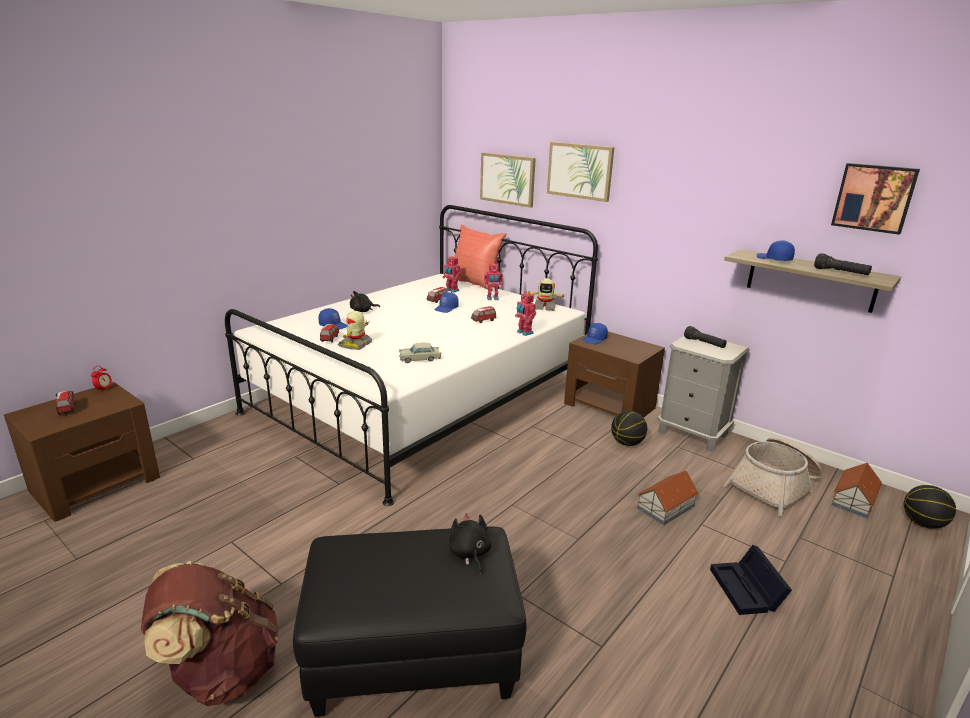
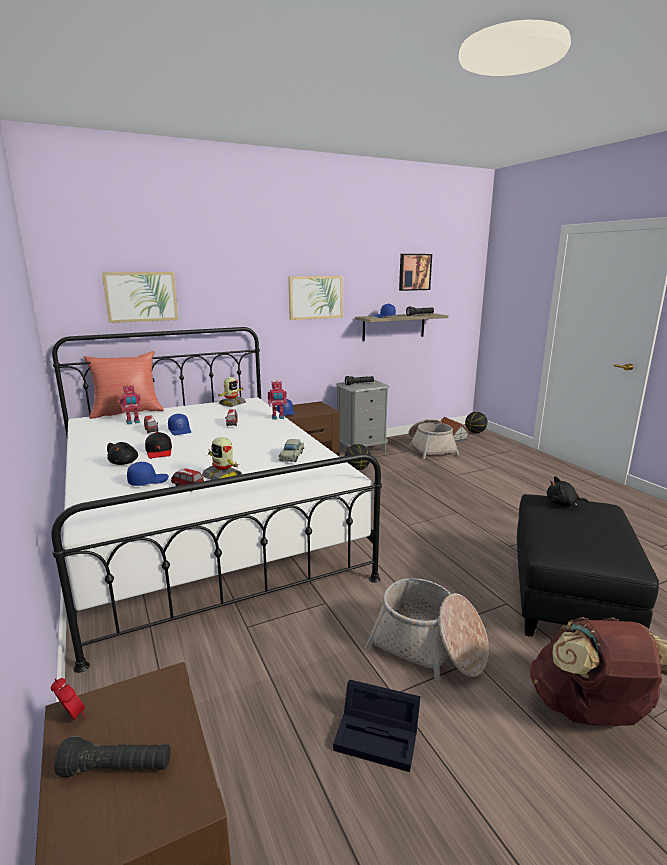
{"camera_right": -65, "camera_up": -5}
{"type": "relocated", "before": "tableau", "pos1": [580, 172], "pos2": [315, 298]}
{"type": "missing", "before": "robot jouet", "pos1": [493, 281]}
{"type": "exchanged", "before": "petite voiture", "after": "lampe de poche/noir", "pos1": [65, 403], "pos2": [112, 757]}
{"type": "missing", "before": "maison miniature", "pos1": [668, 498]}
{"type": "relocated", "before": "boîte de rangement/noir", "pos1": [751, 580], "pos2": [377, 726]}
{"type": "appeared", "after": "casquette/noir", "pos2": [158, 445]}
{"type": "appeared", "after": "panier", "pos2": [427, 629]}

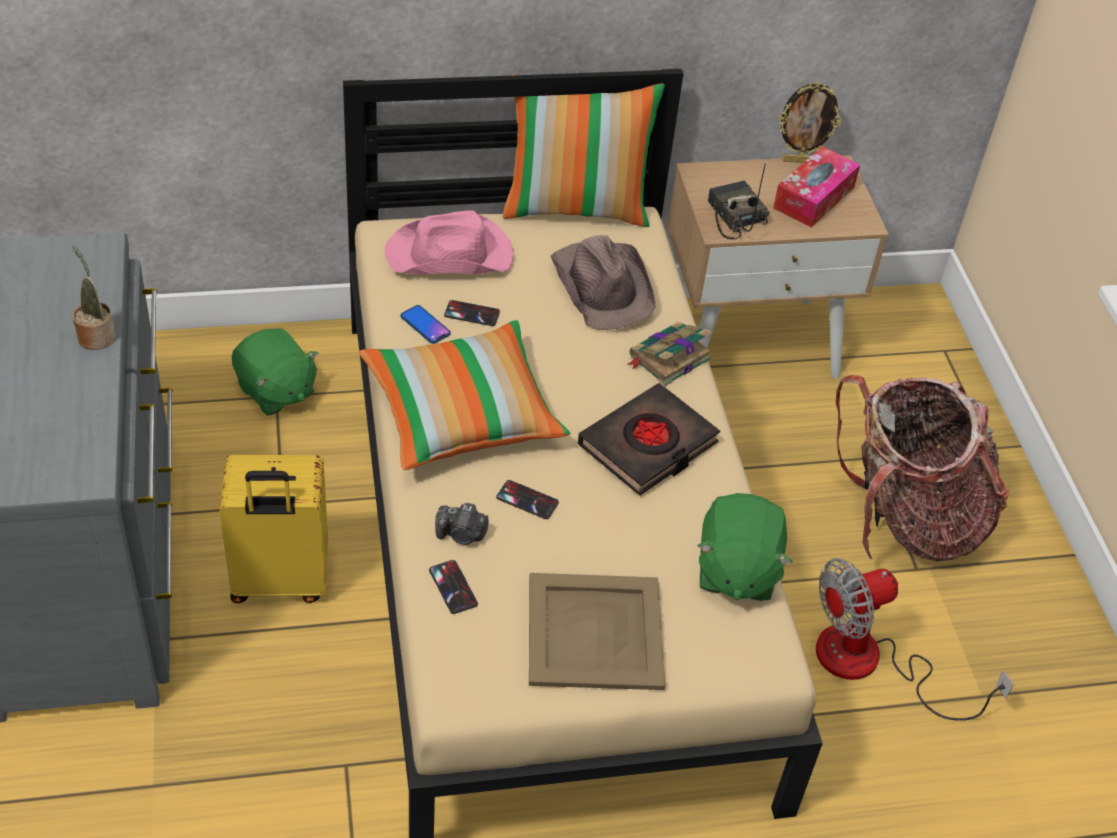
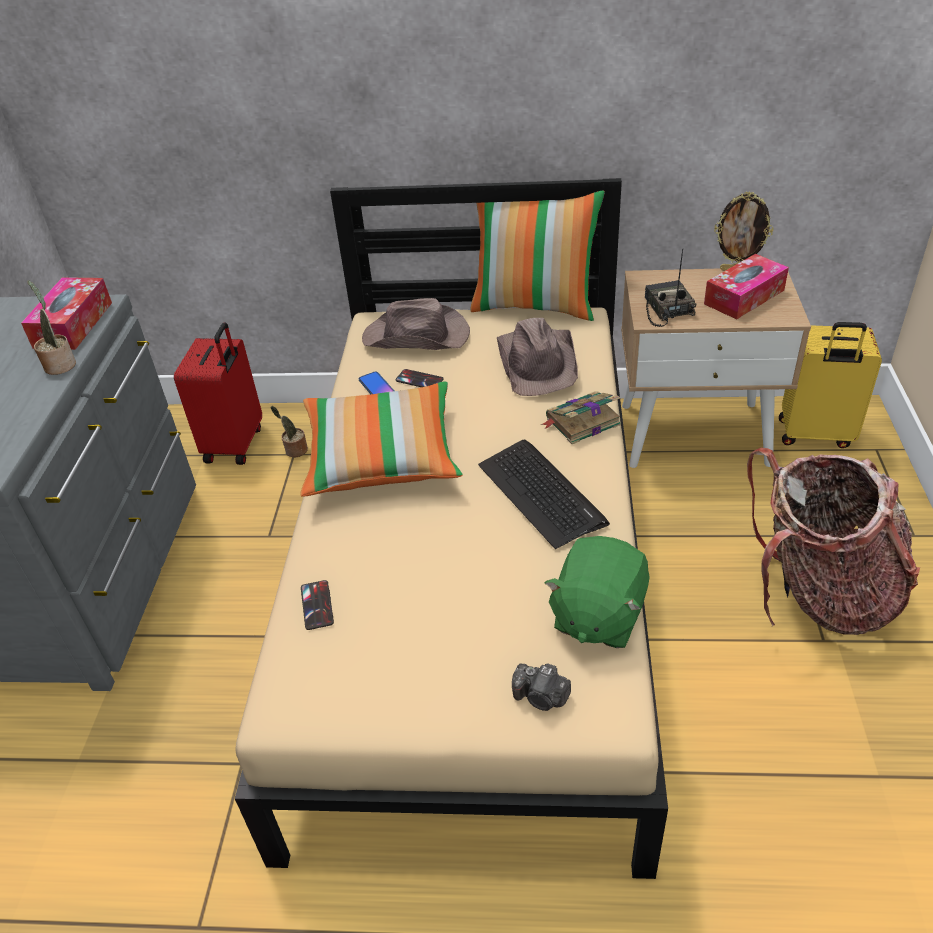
{"camera_right": 20, "camera_up": -5}
{"type": "colour", "before": "chapeau/rose", "after": "chapeau/marron", "pos1": [449, 242], "pos2": [416, 324]}
{"type": "exchanged", "before": "peluche/vert", "after": "plante en pot", "pos1": [275, 372], "pos2": [289, 431]}
{"type": "exchanged", "before": "livre/noir", "after": "clavier", "pos1": [649, 439], "pos2": [544, 494]}
{"type": "relocated", "before": "valise/jaune", "pos1": [274, 529], "pos2": [830, 385]}
{"type": "missing", "before": "téléphone", "pos1": [527, 499]}
{"type": "relocated", "before": "appareil photo", "pos1": [461, 524], "pos2": [541, 687]}
{"type": "missing", "before": "ventilateur", "pos1": [915, 639]}
{"type": "missing", "before": "plateau/beige", "pos1": [597, 631]}
{"type": "appeared", "after": "boîte à mouchoirs", "pos2": [66, 313]}
{"type": "appeared", "after": "valise/rouge", "pos2": [218, 393]}

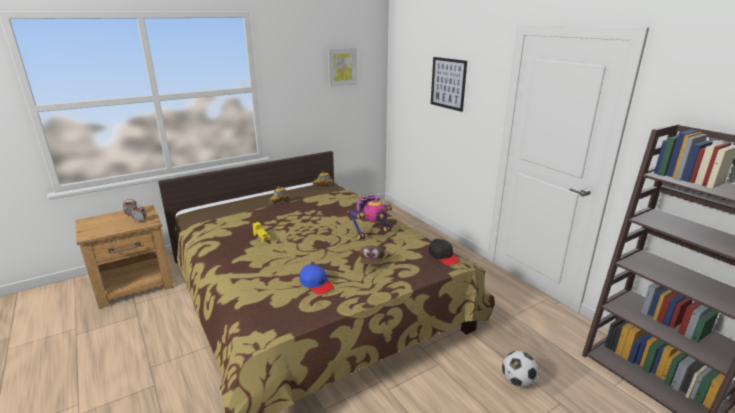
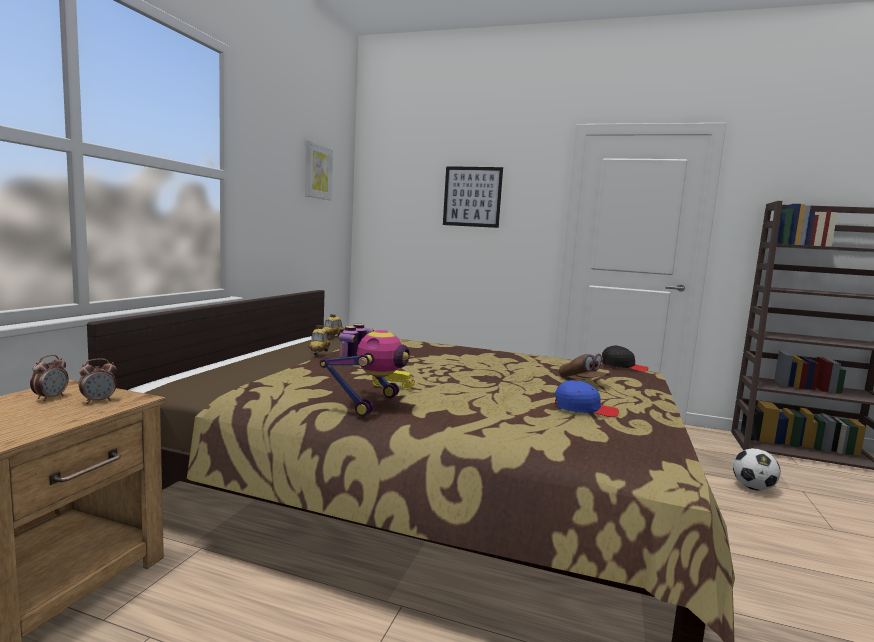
{"camera_right": -40, "camera_up": -15}
{"type": "relocated", "before": "robot jouet", "pos1": [370, 217], "pos2": [365, 370]}

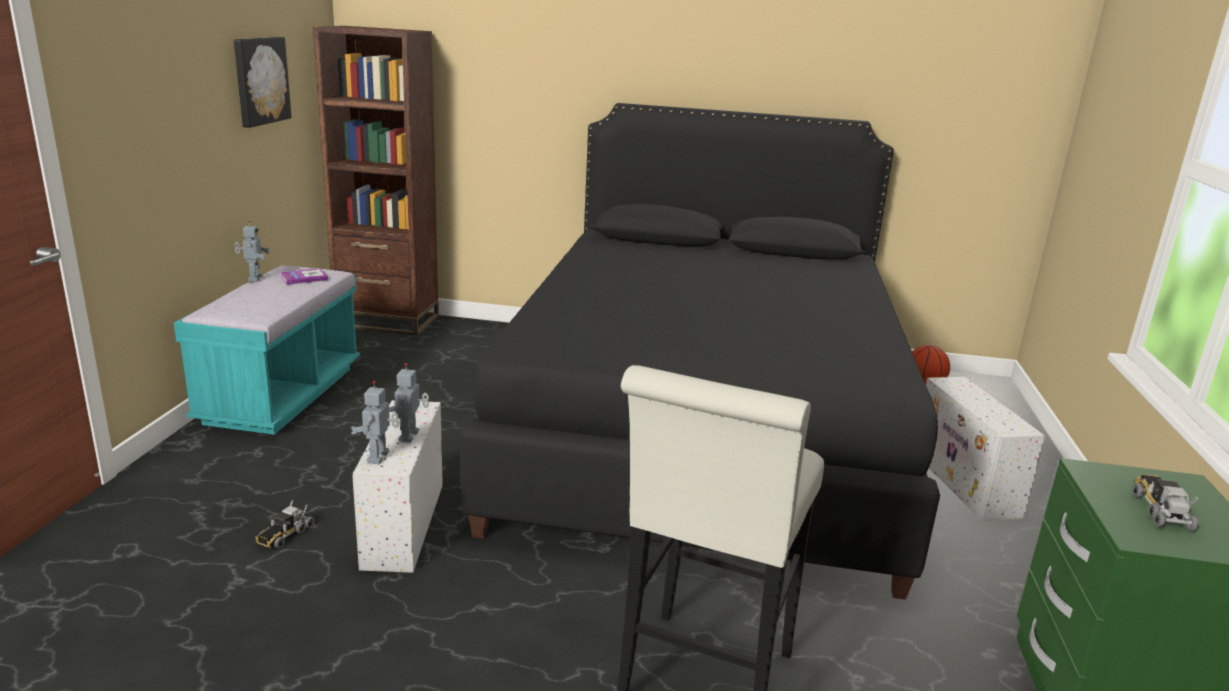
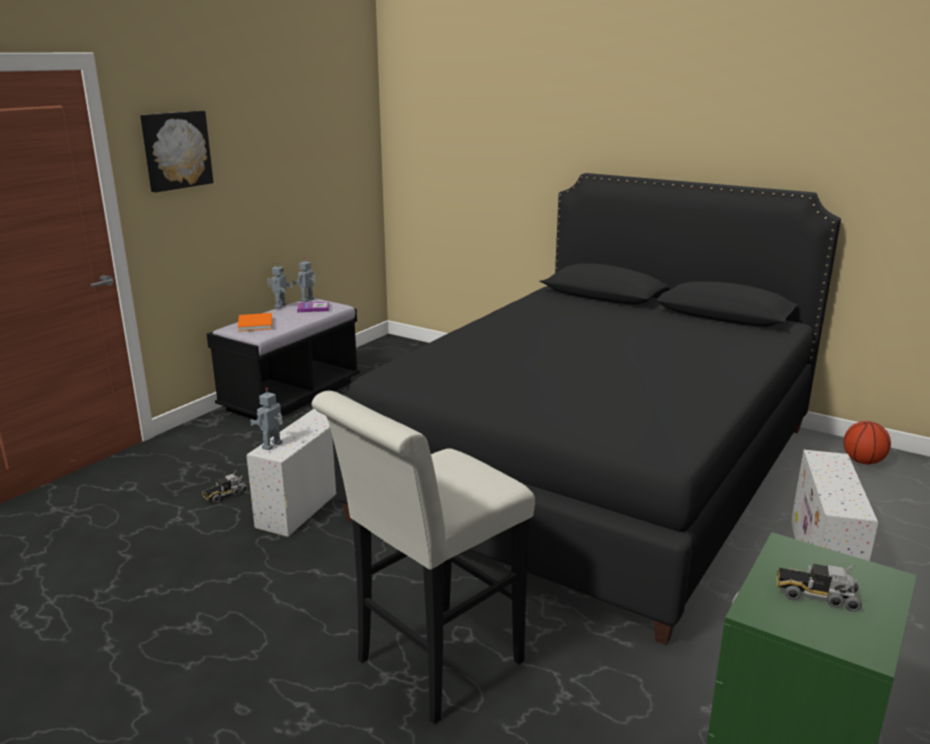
{"camera_right": 25, "camera_up": 0}
{"type": "missing", "before": "bibliothèque/marron", "pos1": [376, 181]}
{"type": "relocated", "before": "tableau", "pos1": [263, 82], "pos2": [177, 151]}
{"type": "colour", "before": "banc/turquoise", "after": "banc/noir", "pos1": [267, 350], "pos2": [283, 359]}
{"type": "relocated", "before": "robot jouet", "pos1": [409, 403], "pos2": [304, 279]}
{"type": "spun", "before": "camion jouet", "pos1": [1166, 503], "pos2": [819, 587], "turn": -105}
{"type": "appeared", "after": "livre/orange", "pos2": [255, 322]}

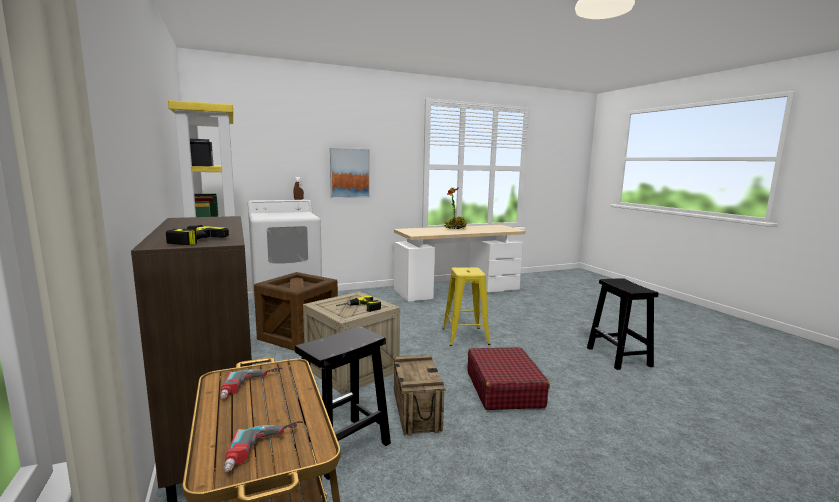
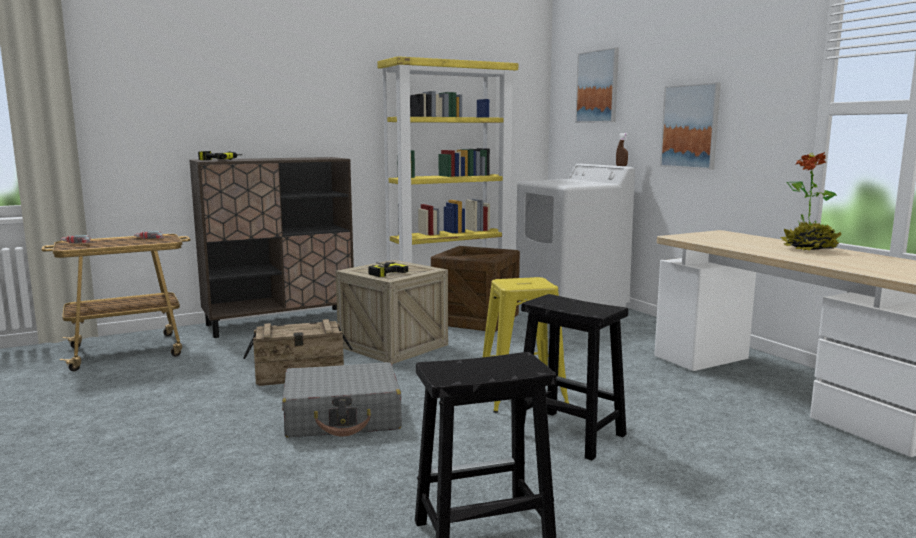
{"camera_right": 85, "camera_up": 0}
{"type": "relocated", "before": "tabouret/noir", "pos1": [343, 403], "pos2": [574, 377]}
{"type": "colour", "before": "valise/rouge", "after": "valise/gris", "pos1": [509, 378], "pos2": [342, 400]}
{"type": "appeared", "after": "tableau", "pos2": [597, 85]}

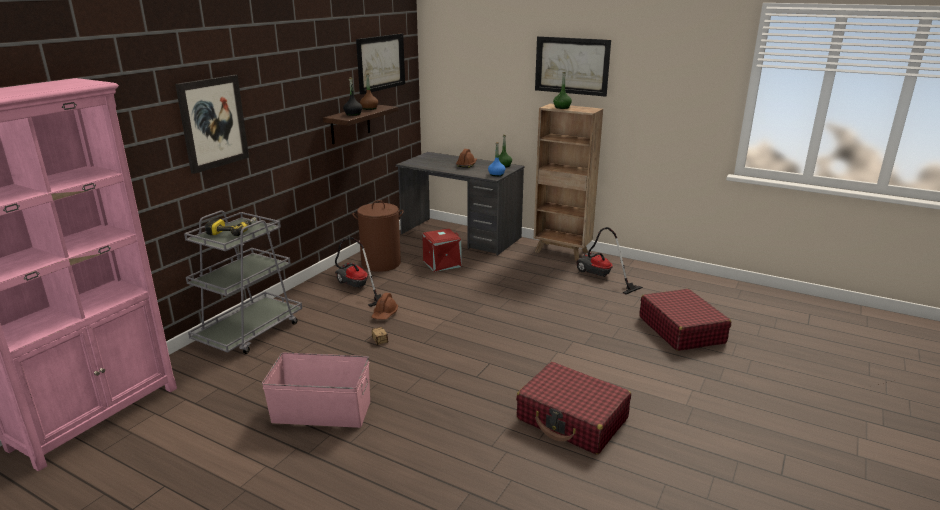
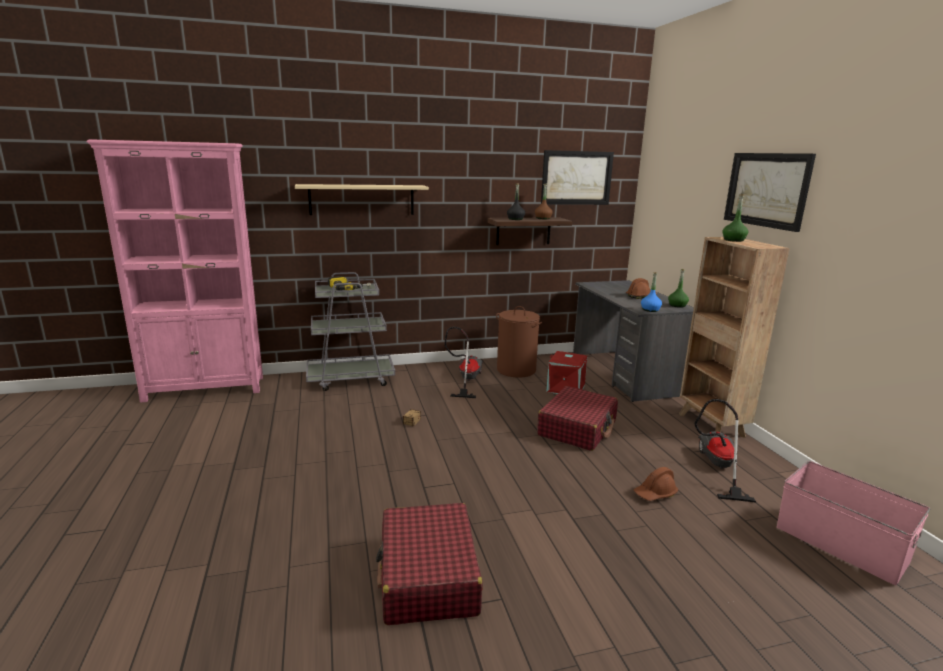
{"camera_right": 45, "camera_up": -5}
{"type": "exchanged", "before": "tableau", "after": "étagère/beige", "pos1": [212, 124], "pos2": [362, 199]}
{"type": "relocated", "before": "valise/rouge", "pos1": [685, 320], "pos2": [577, 418]}
{"type": "relocated", "before": "casque de chantier/marron", "pos1": [385, 306], "pos2": [656, 484]}
{"type": "relocated", "before": "boîte de rangement/rose", "pos1": [316, 390], "pos2": [854, 523]}

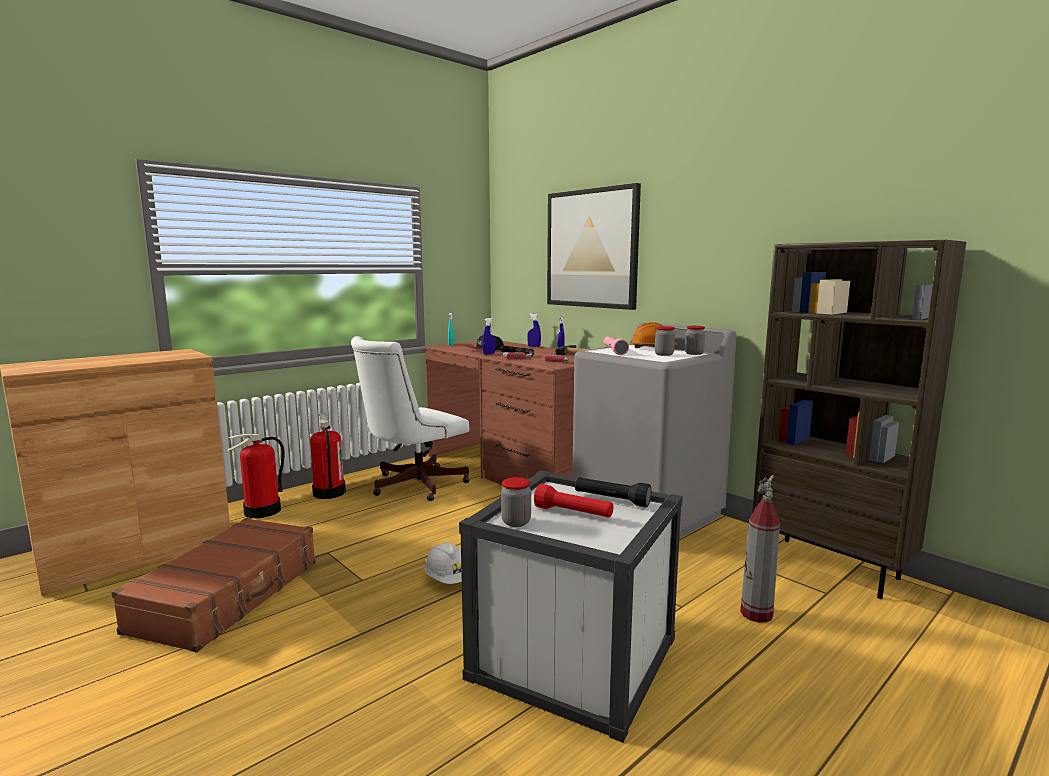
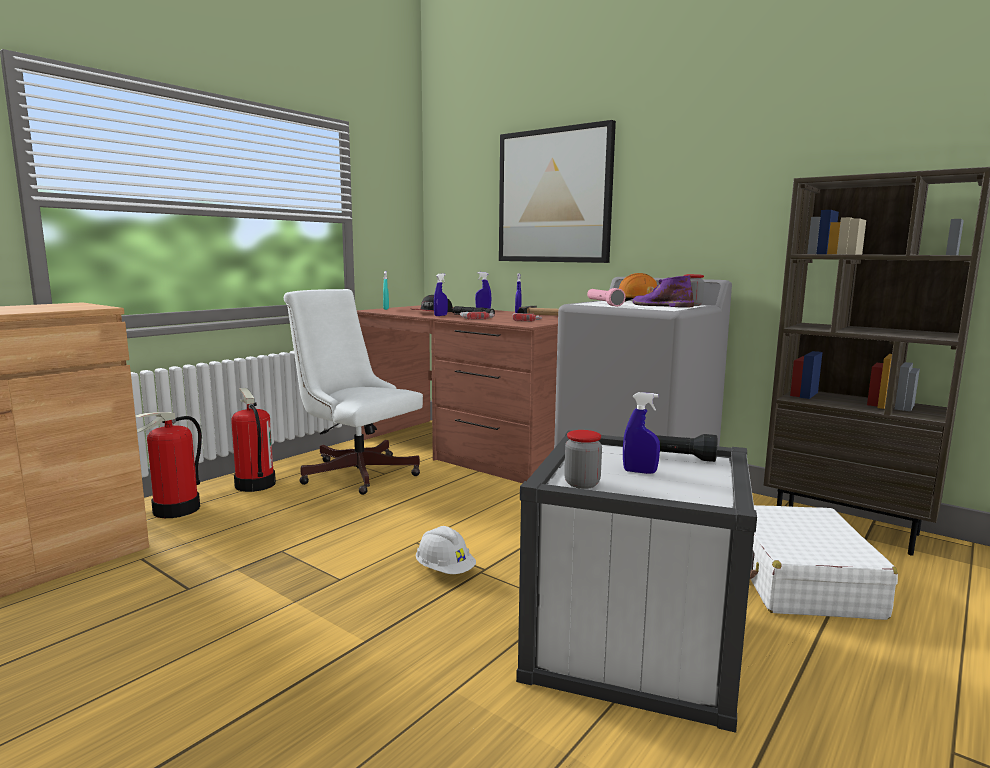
{"camera_right": -10, "camera_up": 0}
{"type": "exchanged", "before": "bocal", "after": "botte/violet", "pos1": [665, 341], "pos2": [663, 291]}
{"type": "spun", "before": "chaise de bureau/blanc", "pos1": [410, 418], "pos2": [353, 392], "turn": 90}
{"type": "exchanged", "before": "extincteur", "after": "valise/blanc", "pos1": [760, 549], "pos2": [824, 562]}
{"type": "exchanged", "before": "lampe de poche/rouge", "after": "vaporisateur/bleu", "pos1": [574, 501], "pos2": [641, 433]}
{"type": "missing", "before": "valise/marron", "pos1": [213, 585]}

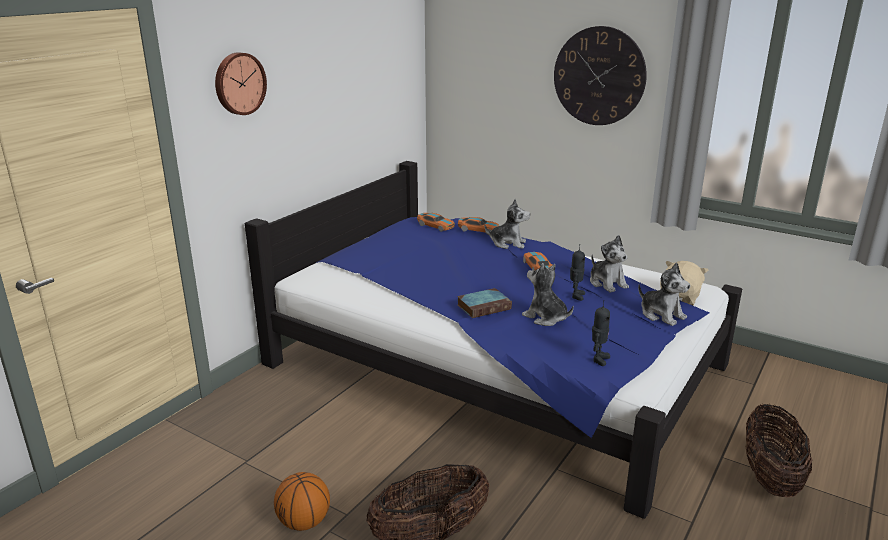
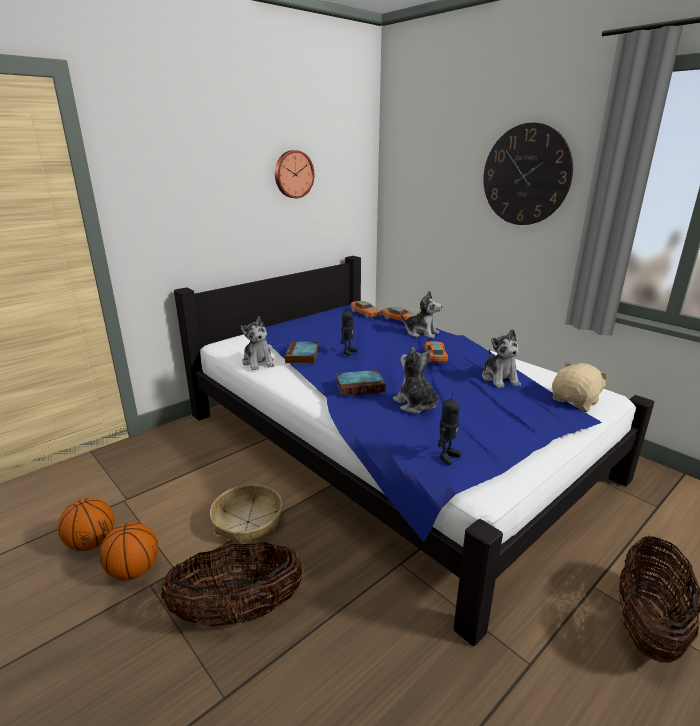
{"camera_right": 15, "camera_up": 0}
{"type": "relocated", "before": "horloge murale", "pos1": [241, 83], "pos2": [294, 174]}
{"type": "relocated", "before": "robot jouet", "pos1": [577, 272], "pos2": [349, 330]}
{"type": "relocated", "before": "peluche", "pos1": [664, 294], "pos2": [257, 343]}
{"type": "appeared", "after": "livre", "pos2": [302, 352]}
{"type": "appeared", "after": "panier", "pos2": [246, 514]}
{"type": "appeared", "after": "ballon de basket", "pos2": [86, 524]}

